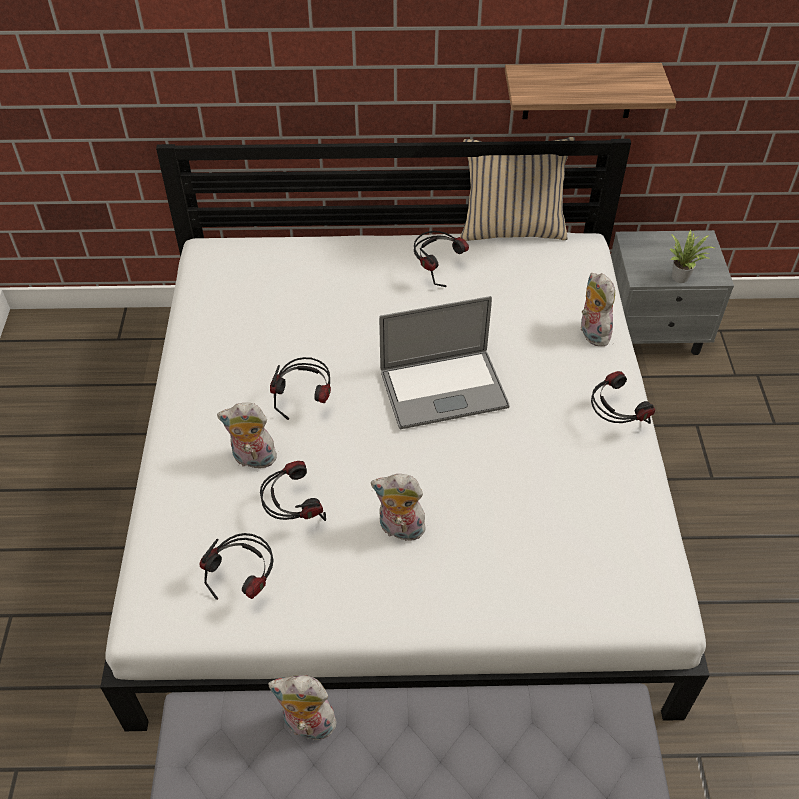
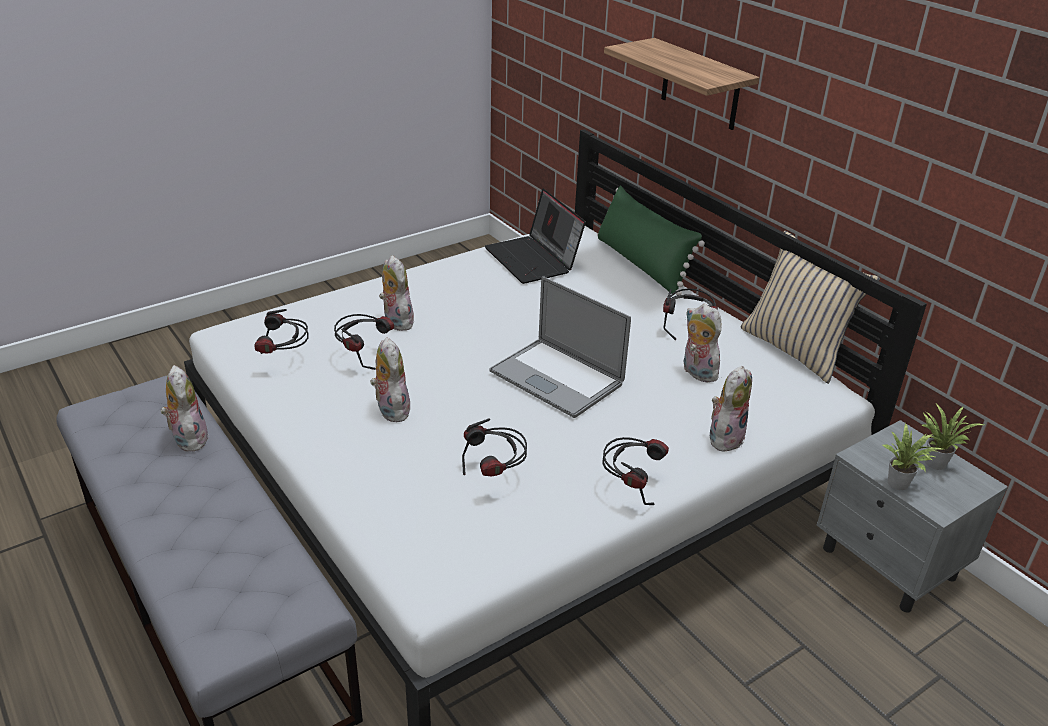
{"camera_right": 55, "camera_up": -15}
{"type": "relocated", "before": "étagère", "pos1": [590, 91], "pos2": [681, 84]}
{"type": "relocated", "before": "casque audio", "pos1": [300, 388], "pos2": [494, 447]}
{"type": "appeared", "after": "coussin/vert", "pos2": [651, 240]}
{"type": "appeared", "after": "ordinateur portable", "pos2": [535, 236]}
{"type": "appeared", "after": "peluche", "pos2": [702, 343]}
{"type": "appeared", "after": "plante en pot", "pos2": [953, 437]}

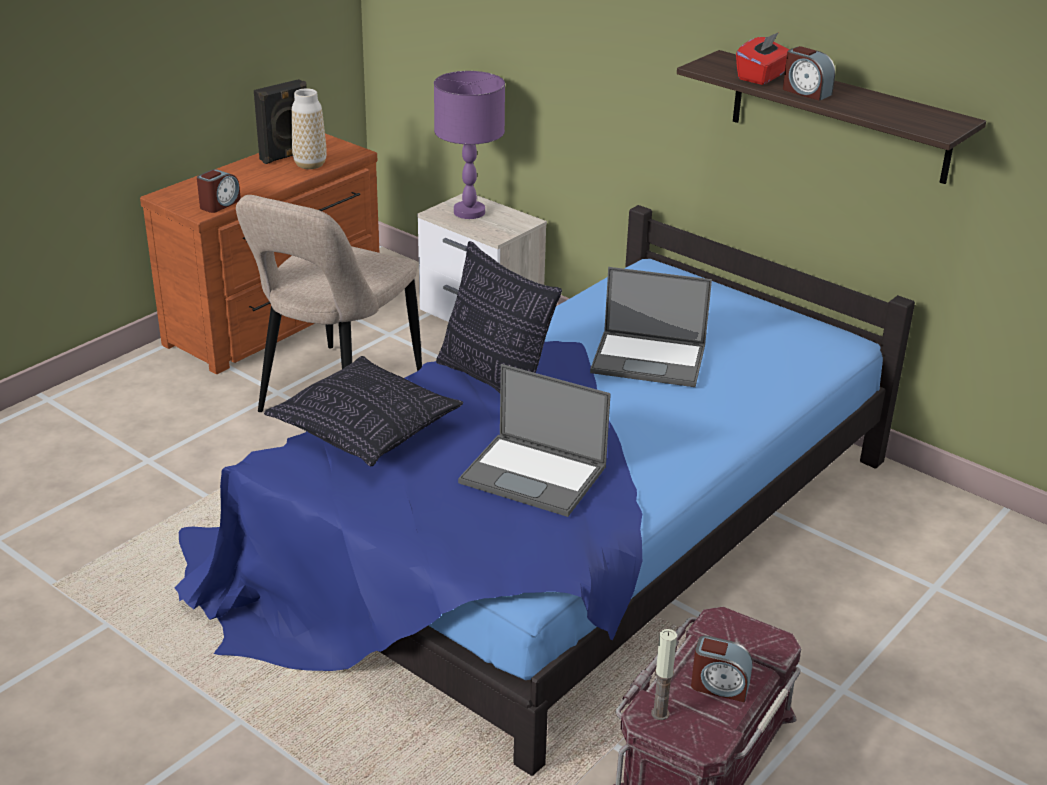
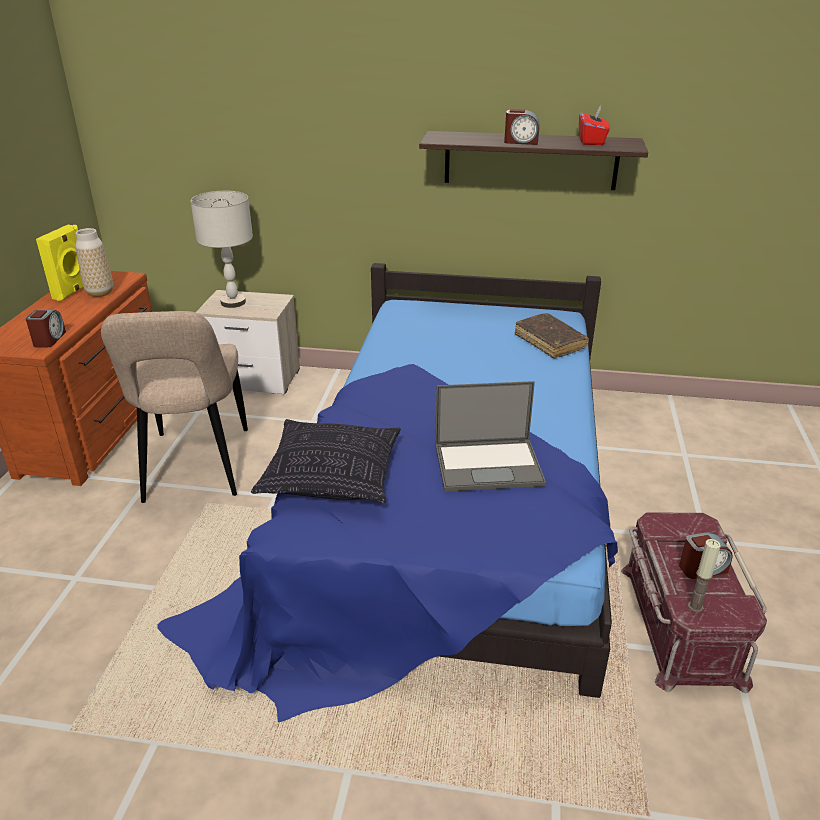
{"camera_right": -30, "camera_up": 0}
{"type": "relocated", "before": "boîte à mouchoirs/rouge", "pos1": [763, 58], "pos2": [594, 125]}
{"type": "colour", "before": "lampe de table/violet", "after": "lampe de table/gris", "pos1": [469, 145], "pos2": [221, 249]}
{"type": "colour", "before": "enceinte/noir", "after": "enceinte/jaune", "pos1": [280, 121], "pos2": [59, 263]}
{"type": "missing", "before": "coussin", "pos1": [499, 317]}
{"type": "missing", "before": "ordinateur portable", "pos1": [651, 327]}
{"type": "appeared", "after": "livre/marron", "pos2": [551, 336]}

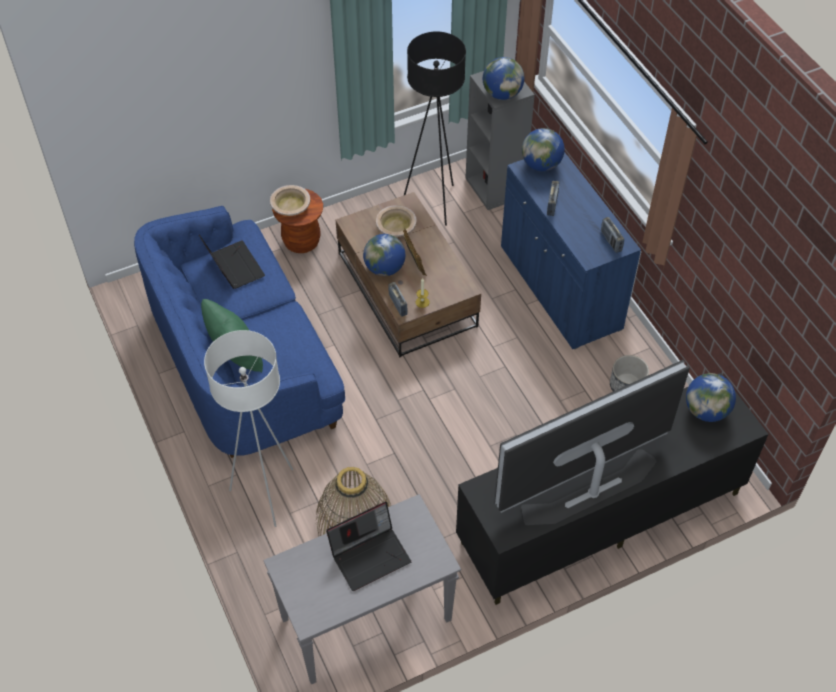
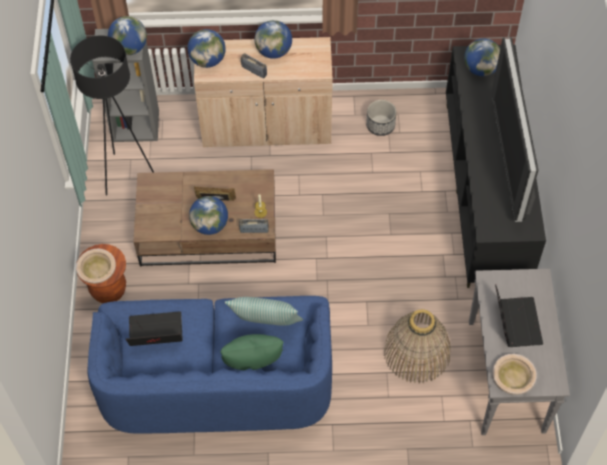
{"camera_right": -65, "camera_up": 5}
{"type": "colour", "before": "meuble de rangement/bleu", "after": "meuble de rangement/beige", "pos1": [571, 251], "pos2": [263, 92]}
{"type": "relocated", "before": "bol/beige", "pos1": [396, 221], "pos2": [514, 374]}
{"type": "missing", "before": "radio", "pos1": [612, 235]}
{"type": "missing", "before": "lampadaire/blanc", "pos1": [248, 428]}
{"type": "appeared", "after": "globe", "pos2": [273, 39]}
{"type": "appeared", "after": "coussin", "pos2": [263, 311]}

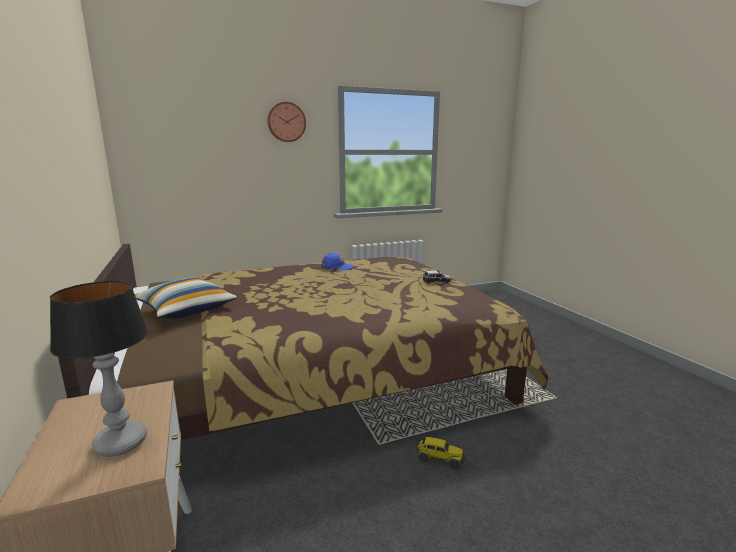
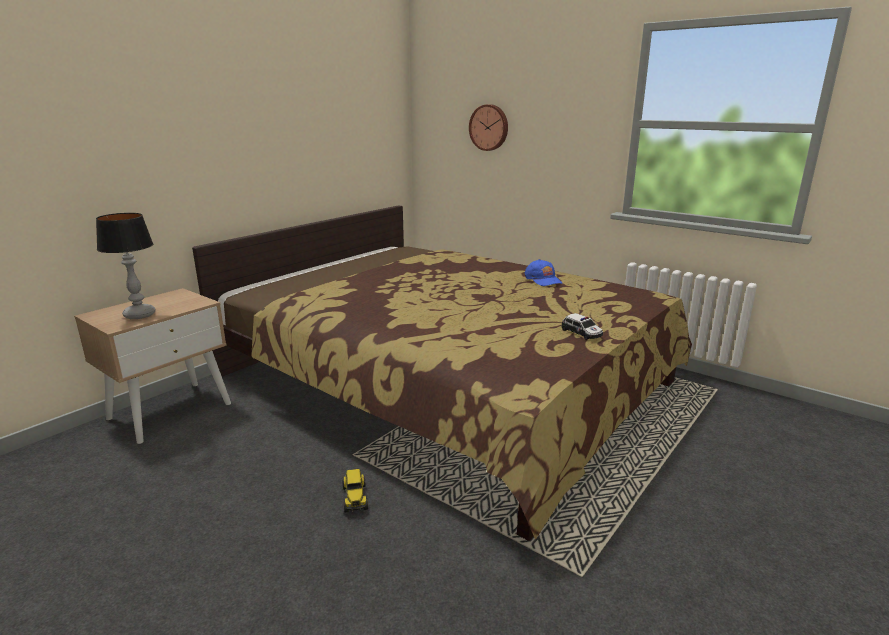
{"camera_right": 60, "camera_up": 5}
{"type": "relocated", "before": "horloge murale", "pos1": [286, 122], "pos2": [488, 127]}
{"type": "missing", "before": "coussin", "pos1": [186, 298]}

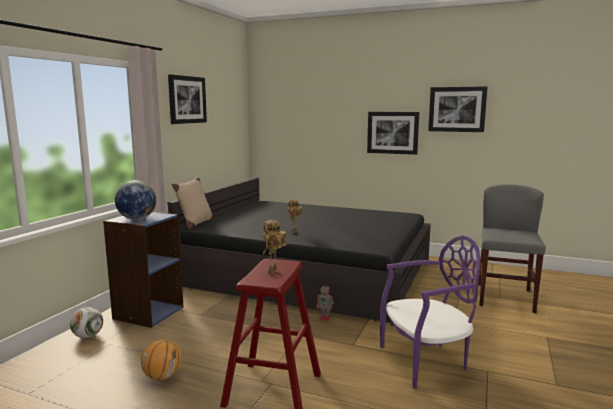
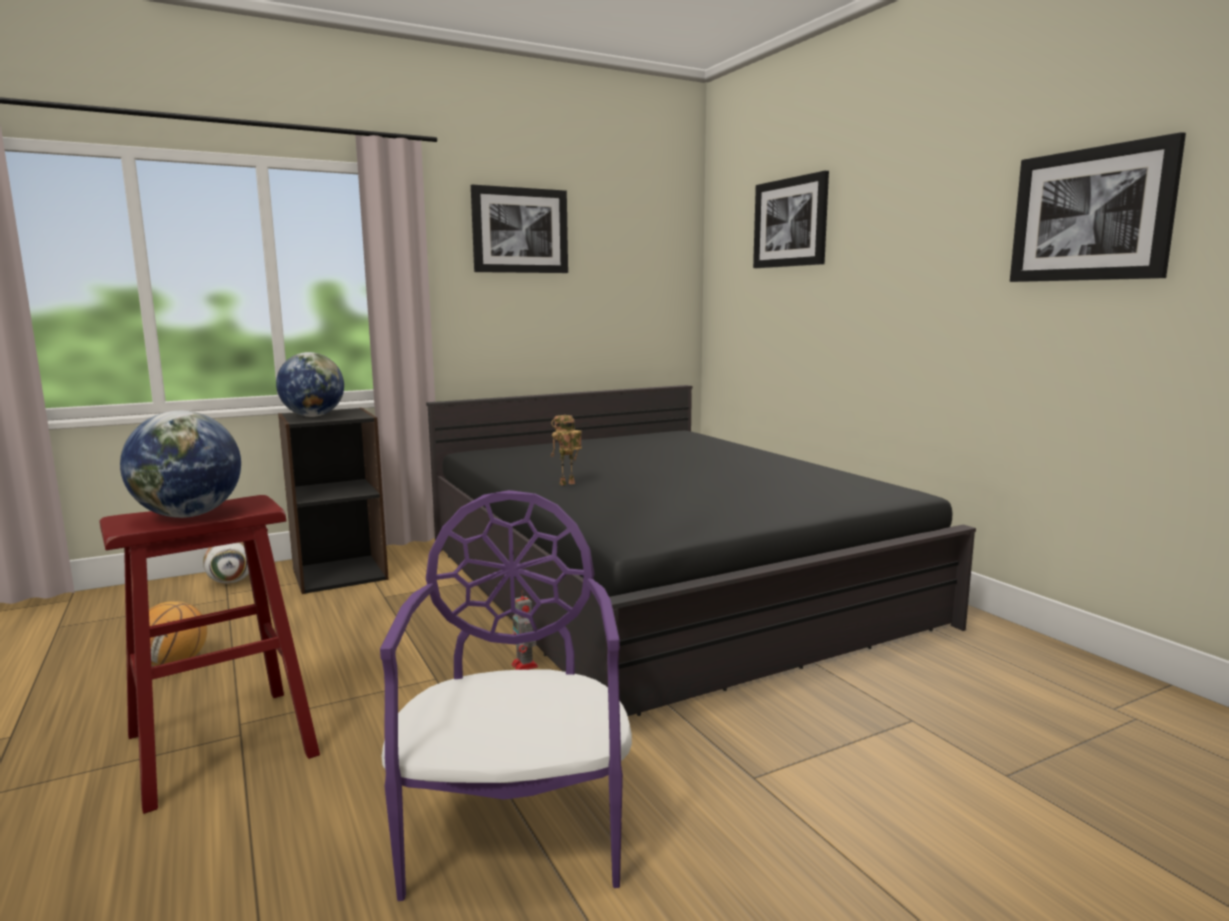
{"camera_right": 40, "camera_up": 0}
{"type": "relocated", "before": "tableau", "pos1": [393, 133], "pos2": [791, 219]}
{"type": "missing", "before": "coussin/beige", "pos1": [193, 203]}
{"type": "missing", "before": "chaise/gris", "pos1": [512, 248]}
{"type": "colour", "before": "bibliothèque/bleu", "after": "bibliothèque/noir", "pos1": [143, 270], "pos2": [333, 501]}
{"type": "exchanged", "before": "robot jouet", "after": "globe", "pos1": [274, 247], "pos2": [180, 464]}
{"type": "spun", "before": "chaise/violet", "pos1": [430, 312], "pos2": [506, 695], "turn": -120}

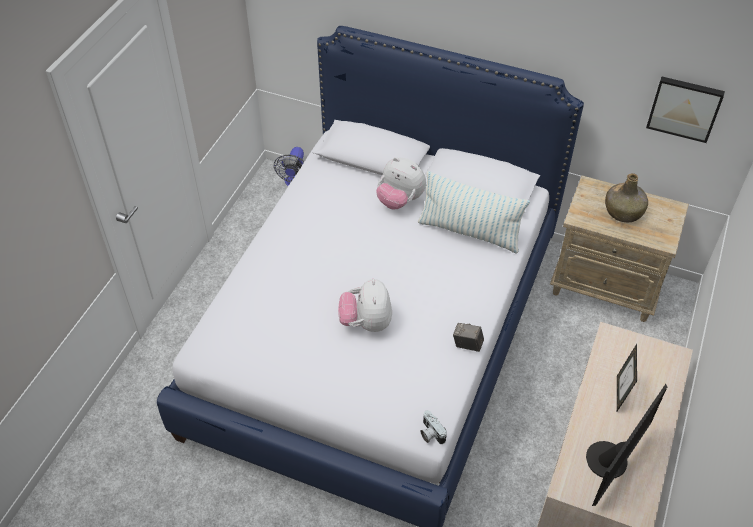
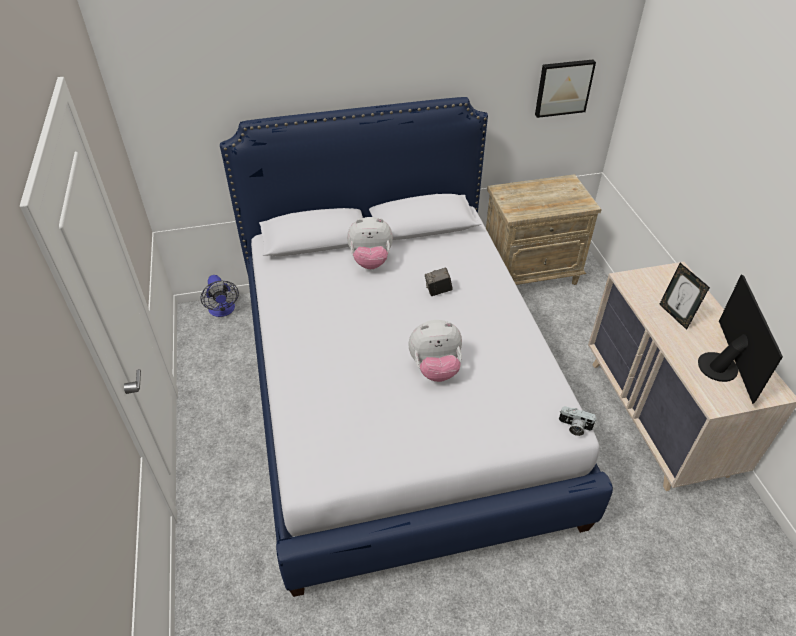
{"camera_right": -35, "camera_up": -5}
{"type": "missing", "before": "coussin", "pos1": [474, 212]}
{"type": "missing", "before": "bouteille/vert", "pos1": [626, 197]}
{"type": "spun", "before": "peluche", "pos1": [365, 305], "pos2": [435, 351], "turn": -60}
{"type": "relocated", "before": "appareil photo", "pos1": [468, 337], "pos2": [439, 281]}

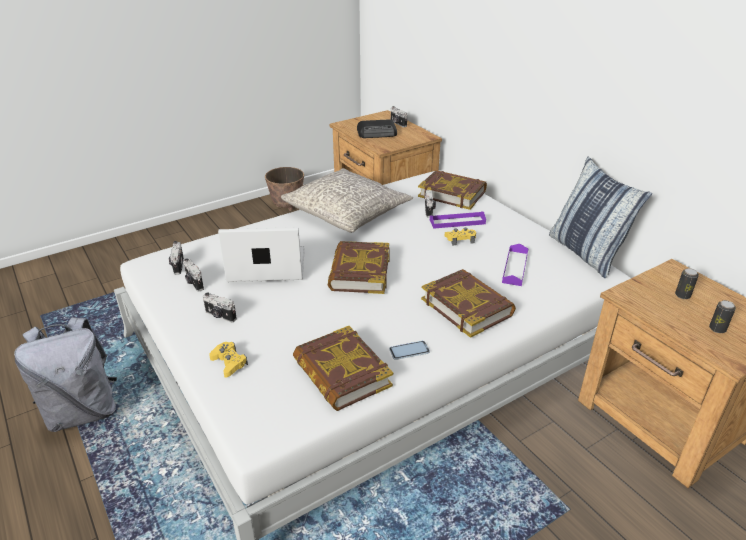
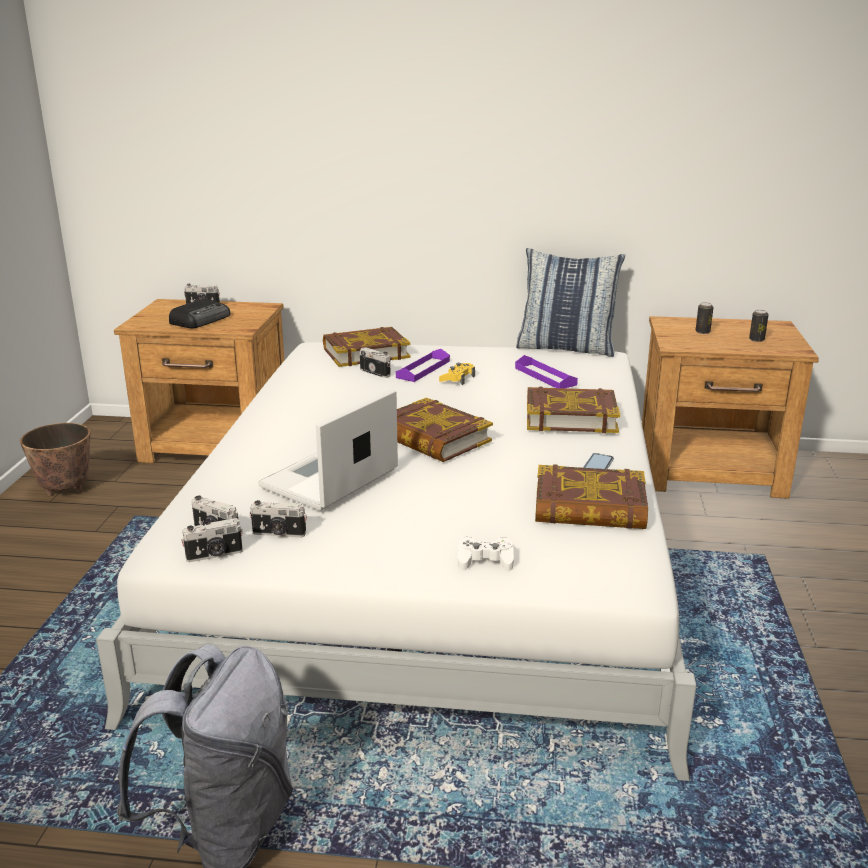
{"camera_right": -50, "camera_up": -10}
{"type": "missing", "before": "coussin/gris", "pos1": [347, 200]}
{"type": "relocated", "before": "appareil photo", "pos1": [220, 308], "pos2": [212, 540]}
{"type": "colour", "before": "manette/jaune", "after": "manette/blanc", "pos1": [228, 360], "pos2": [486, 554]}

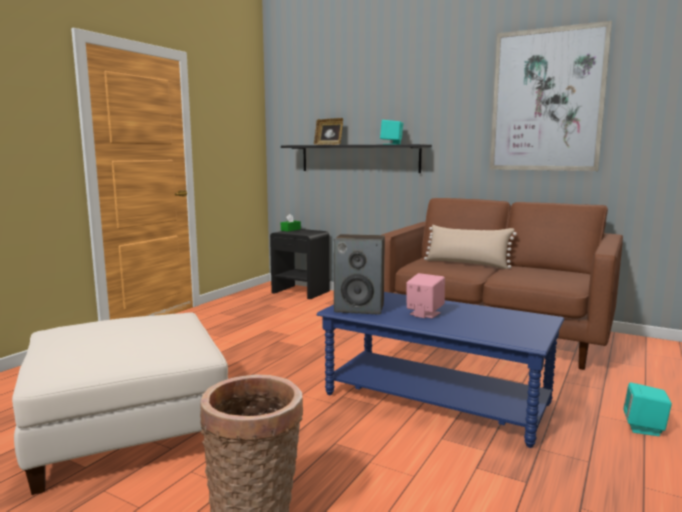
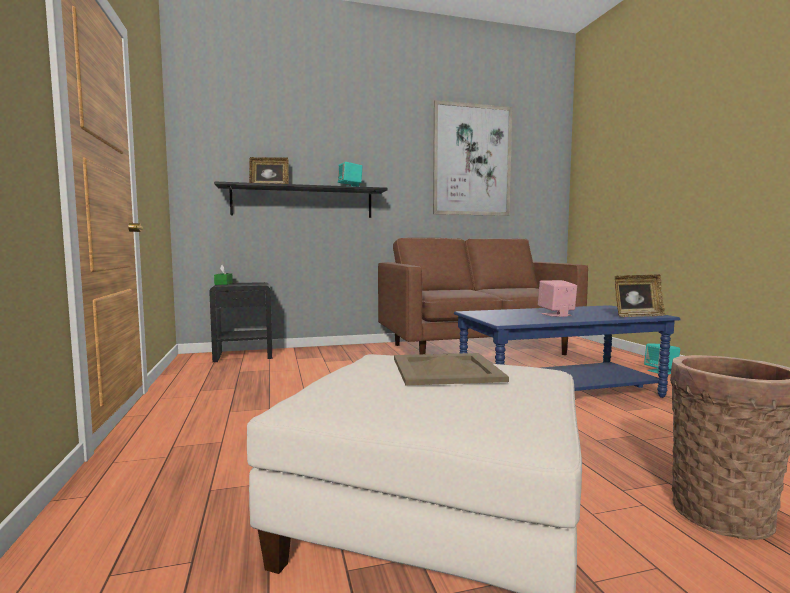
{"camera_right": -45, "camera_up": -5}
{"type": "missing", "before": "coussin/beige", "pos1": [470, 247]}
{"type": "missing", "before": "enceinte", "pos1": [359, 274]}
{"type": "appeared", "after": "cadre photo", "pos2": [640, 295]}
{"type": "appeared", "after": "plateau/beige", "pos2": [451, 369]}

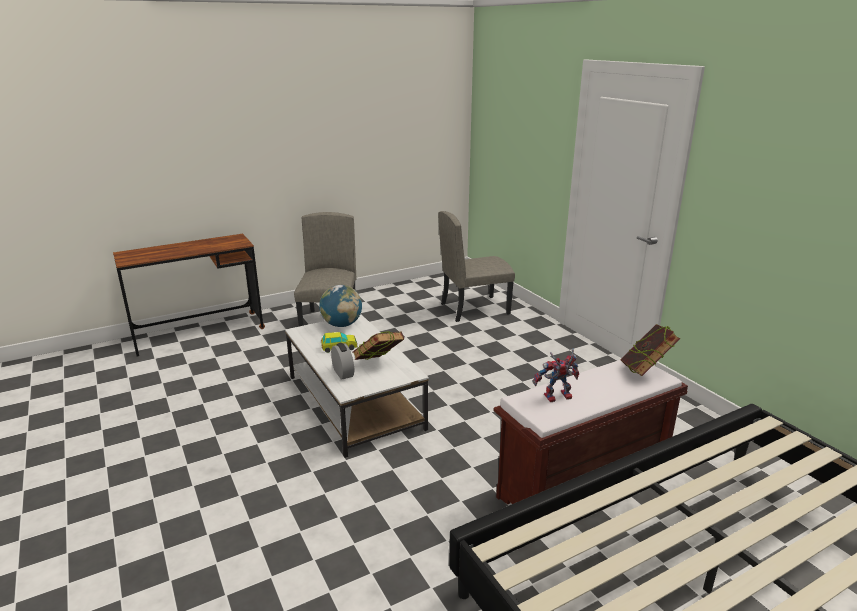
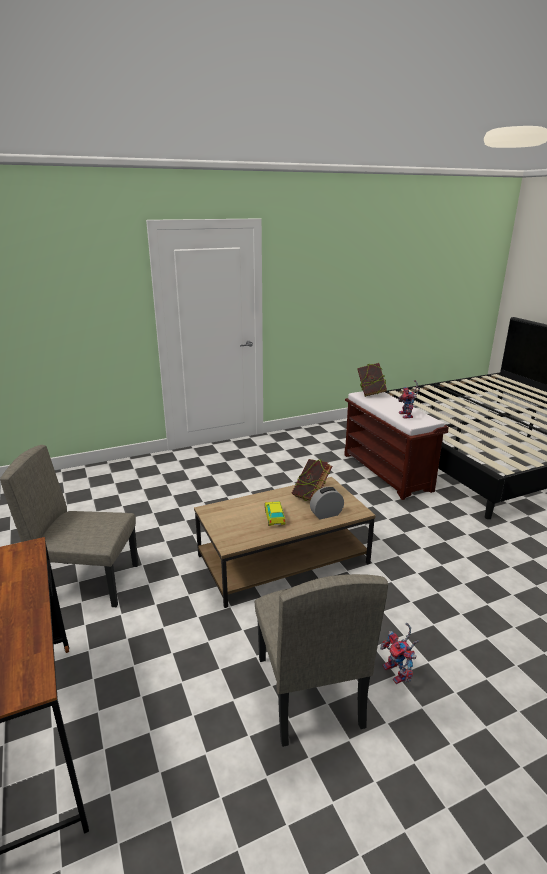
{"camera_right": -85, "camera_up": 0}
{"type": "relocated", "before": "chaise/beige", "pos1": [476, 266], "pos2": [321, 660]}
{"type": "missing", "before": "globe", "pos1": [340, 306]}
{"type": "colour", "before": "table basse/blanc", "after": "table basse/marron", "pos1": [357, 386], "pos2": [285, 542]}
{"type": "appeared", "after": "robot jouet", "pos2": [399, 653]}

